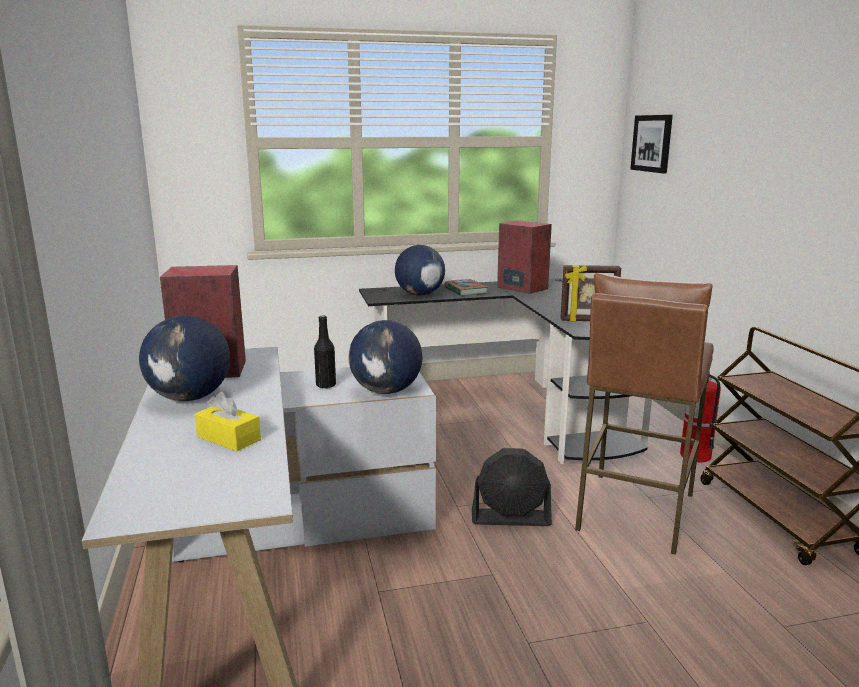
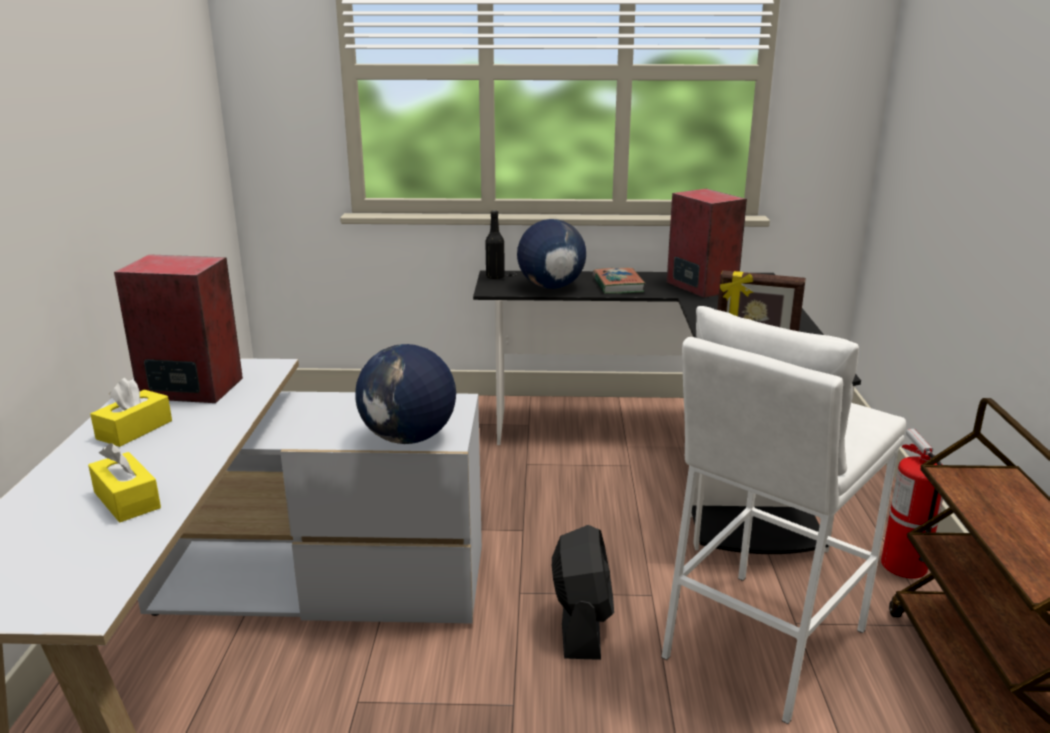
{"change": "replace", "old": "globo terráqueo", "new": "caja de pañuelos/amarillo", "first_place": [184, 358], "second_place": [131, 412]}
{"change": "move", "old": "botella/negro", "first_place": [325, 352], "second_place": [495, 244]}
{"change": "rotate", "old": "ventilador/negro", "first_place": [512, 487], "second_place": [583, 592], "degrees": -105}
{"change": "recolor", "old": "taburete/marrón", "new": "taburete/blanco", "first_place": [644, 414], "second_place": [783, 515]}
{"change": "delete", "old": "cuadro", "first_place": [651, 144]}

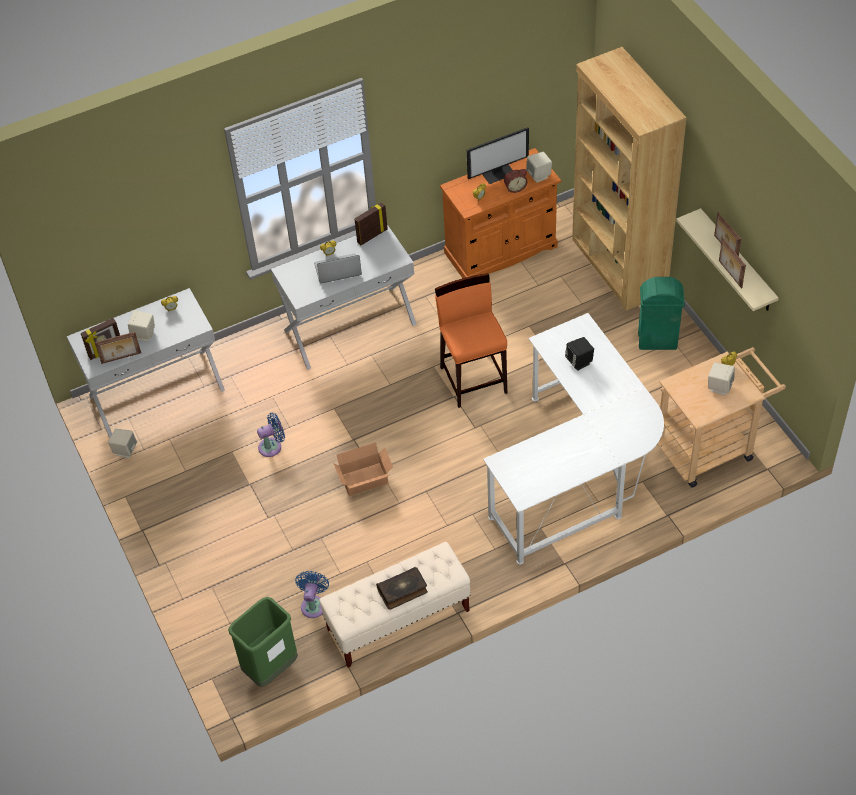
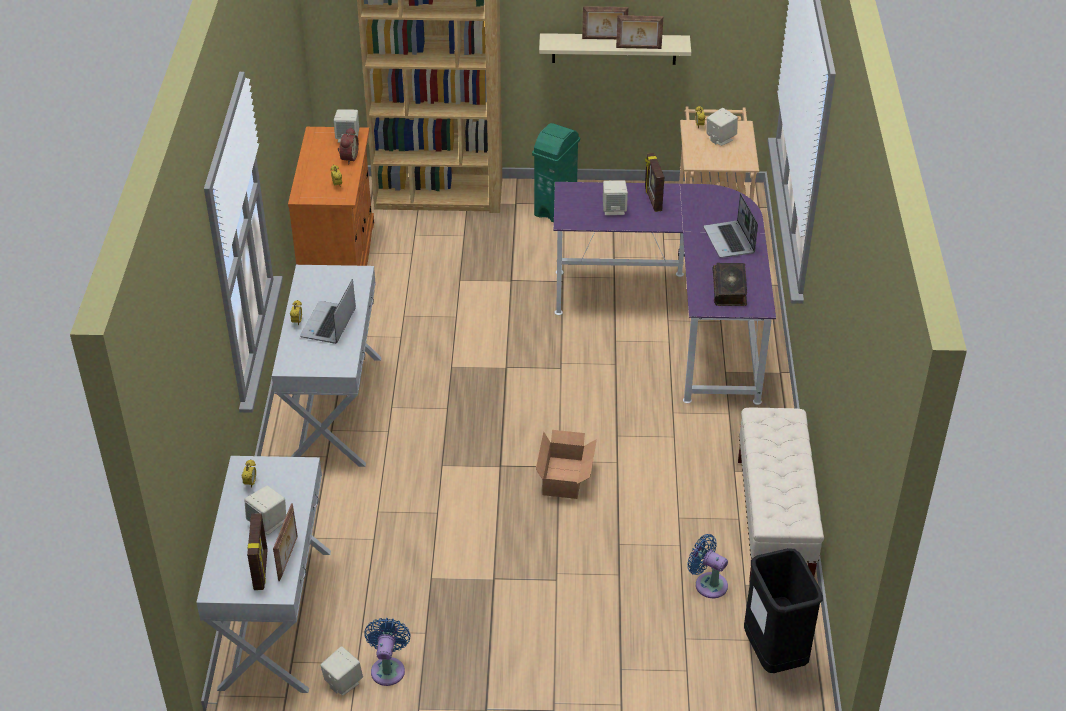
{"change": "recolor", "old": "papelera/verde", "new": "papelera/negro", "first_place": [263, 642], "second_place": [783, 610]}
{"change": "move", "old": "ventilador/azul", "first_place": [271, 435], "second_place": [387, 652]}
{"change": "move", "old": "portarretratos", "first_place": [371, 223], "second_place": [654, 182]}
{"change": "move", "old": "libro", "first_place": [402, 588], "second_place": [729, 284]}
{"change": "delete", "old": "taburete/naranja", "first_place": [471, 340]}
{"change": "delete", "old": "monitor", "first_place": [498, 155]}
{"change": "recolor", "old": "escritorio/blanco", "new": "escritorio/morado", "first_place": [573, 439], "second_place": [664, 293]}
{"change": "recolor", "old": "altavoz/negro", "new": "altavoz/beis", "first_place": [579, 354], "second_place": [615, 197]}
{"change": "insert", "new": "portátil", "second_place": [731, 225]}

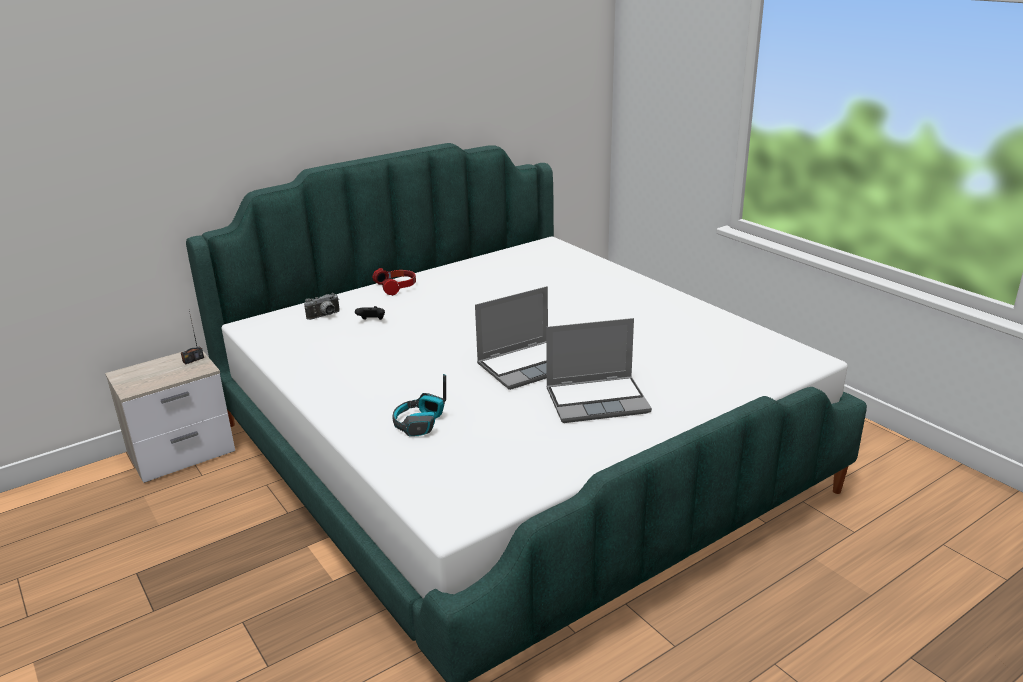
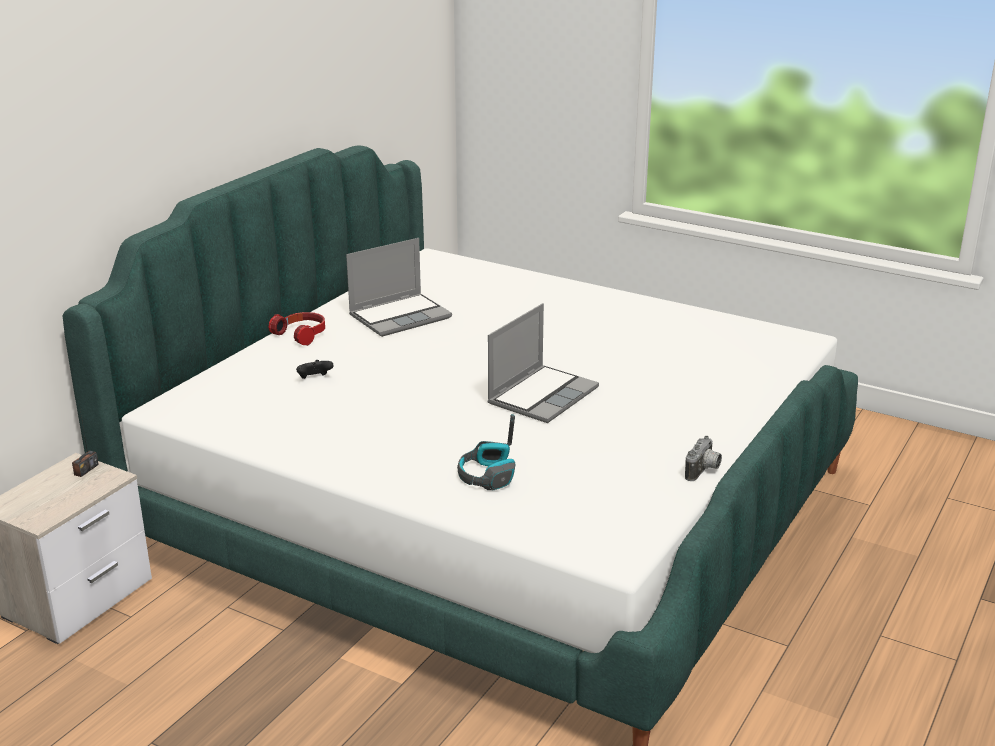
{"change": "move", "old": "cámara", "first_place": [322, 306], "second_place": [703, 458]}
{"change": "move", "old": "portátil", "first_place": [599, 370], "second_place": [399, 287]}

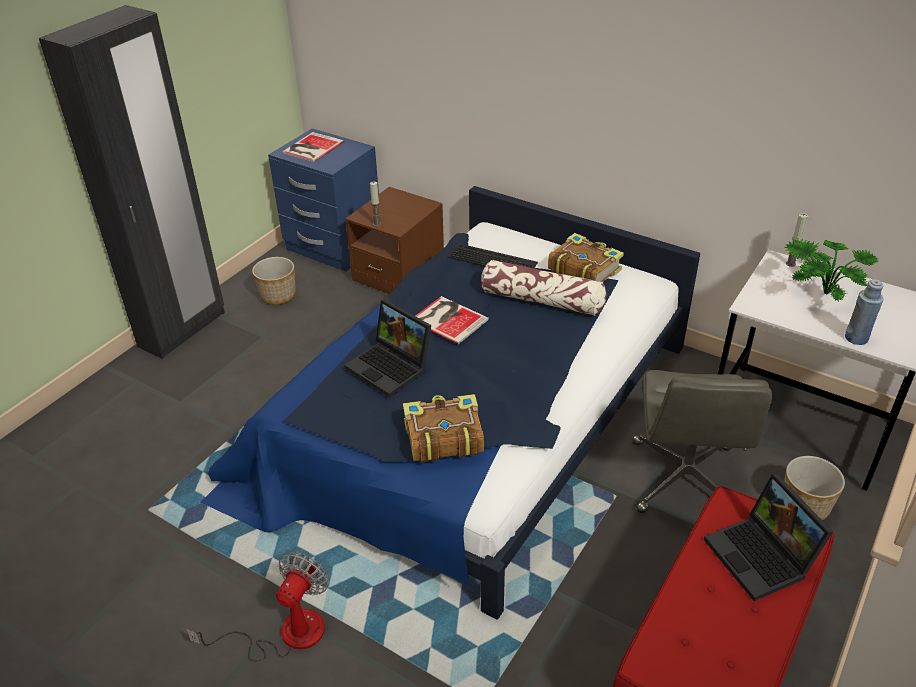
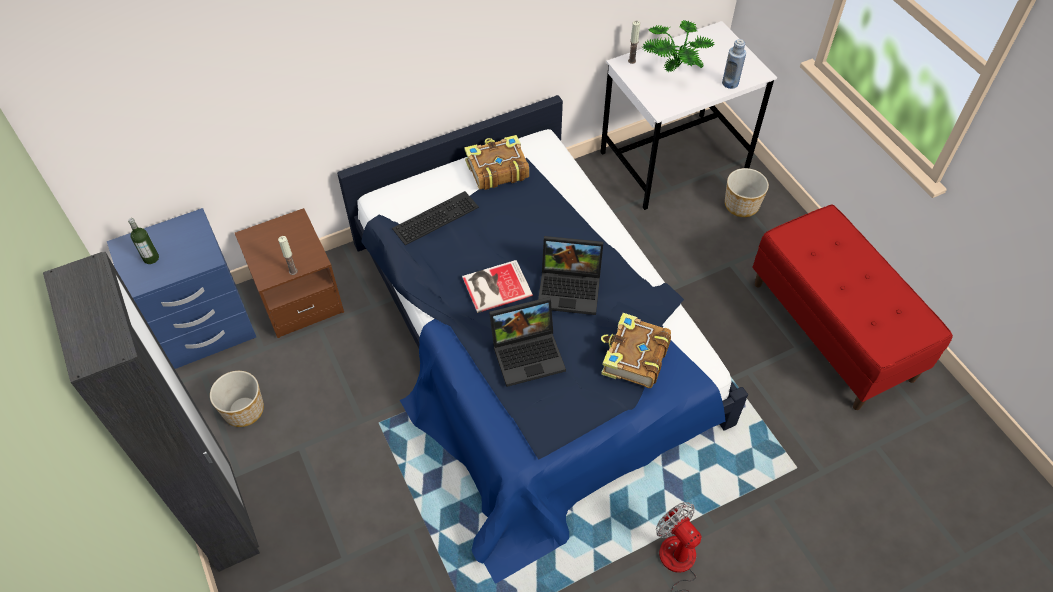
{"change": "replace", "old": "libro", "new": "botella", "first_place": [313, 147], "second_place": [143, 241]}
{"change": "delete", "old": "cojín", "first_place": [544, 288]}
{"change": "delete", "old": "silla de oficina/gris", "first_place": [702, 441]}
{"change": "move", "old": "portátil", "first_place": [768, 537], "second_place": [571, 275]}

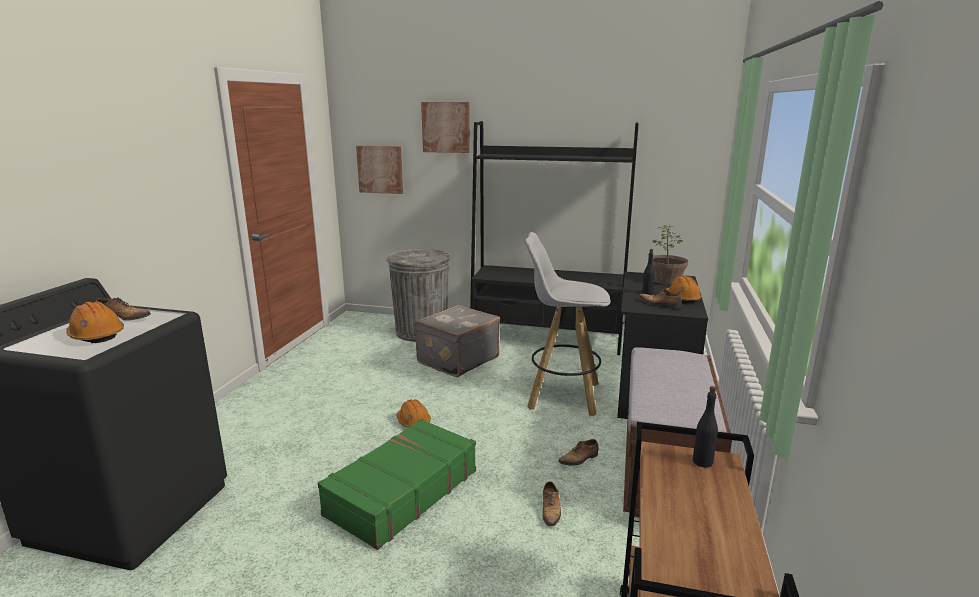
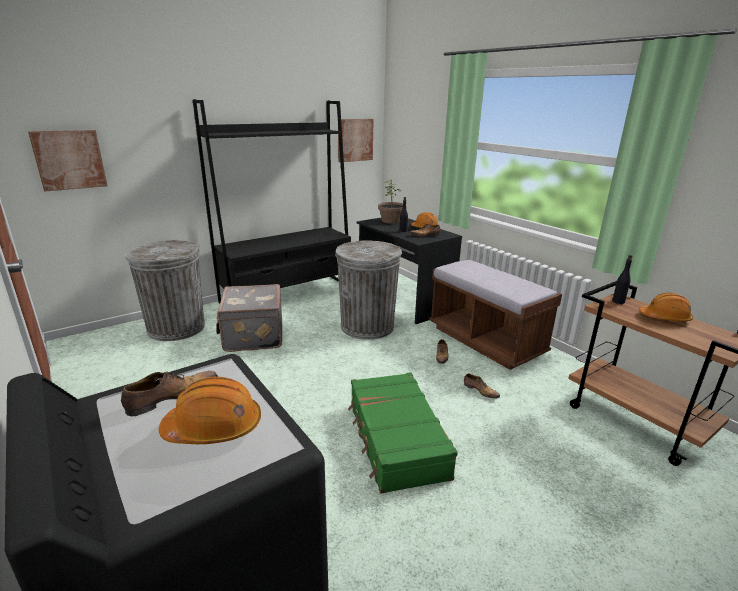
{"change": "move", "old": "casco/naranja", "first_place": [413, 413], "second_place": [666, 307]}
{"change": "move", "old": "cuadro", "first_place": [445, 127], "second_place": [356, 140]}
{"change": "replace", "old": "taburete/blanco", "new": "papelera/gris", "first_place": [567, 324], "second_place": [368, 290]}

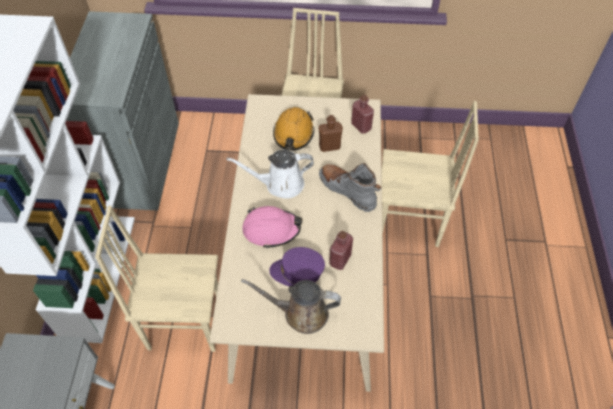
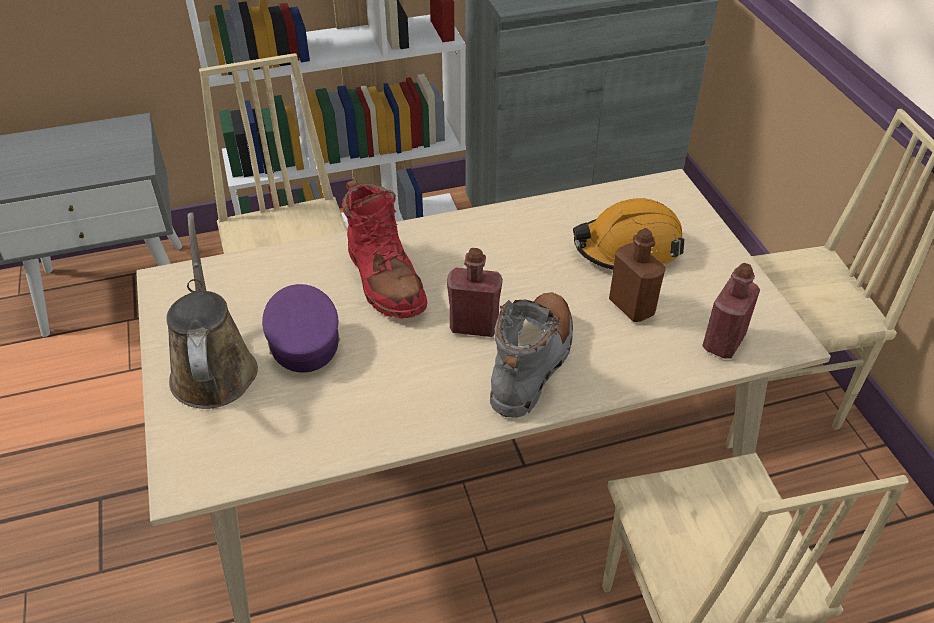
{"change": "delete", "old": "regadera/blanco", "first_place": [270, 174]}
{"change": "replace", "old": "casco/rosa", "new": "bota/rojo", "first_place": [272, 227], "second_place": [385, 249]}
{"change": "move", "old": "botella/rojo", "first_place": [341, 250], "second_place": [475, 292]}

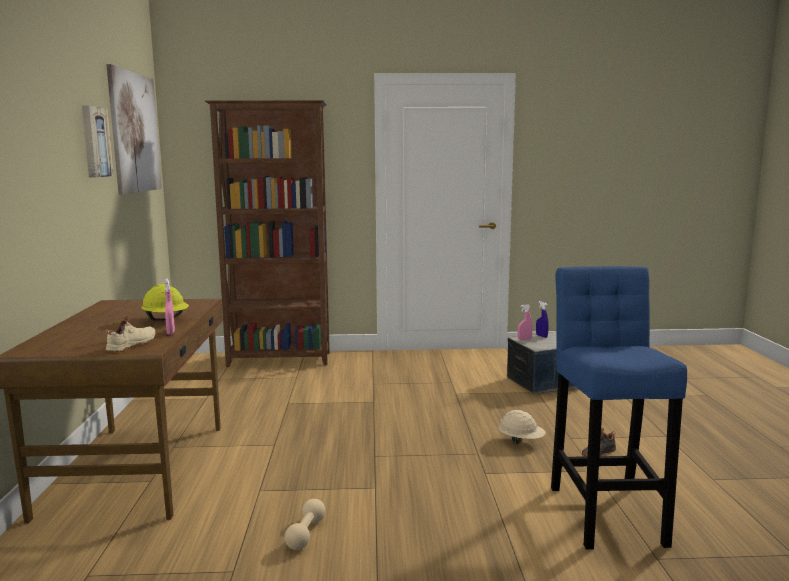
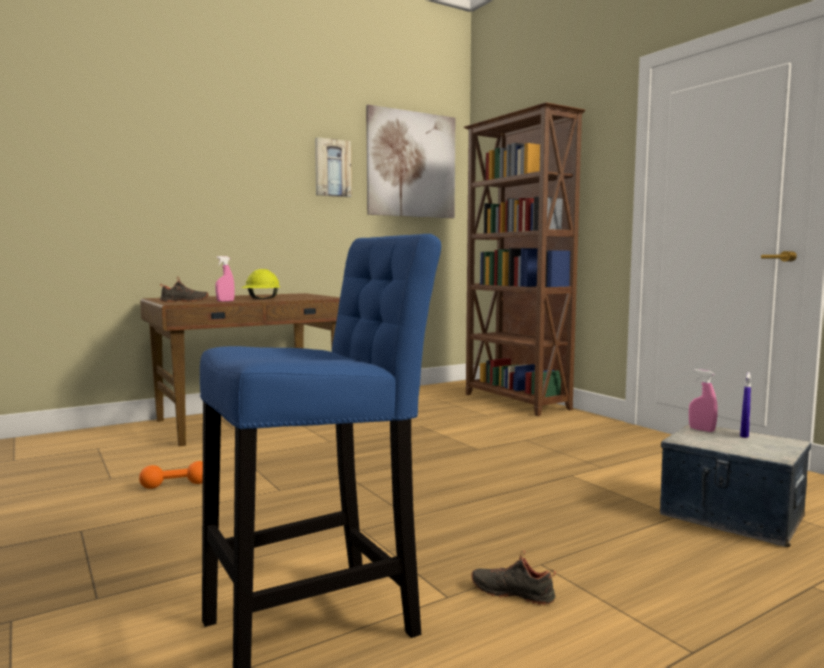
{"change": "recolor", "old": "zapato/beis", "new": "zapato/negro", "first_place": [130, 333], "second_place": [184, 290]}
{"change": "recolor", "old": "mancuerna/beis", "new": "mancuerna/naranja", "first_place": [305, 524], "second_place": [171, 475]}
{"change": "delete", "old": "casco/beis", "first_place": [522, 427]}

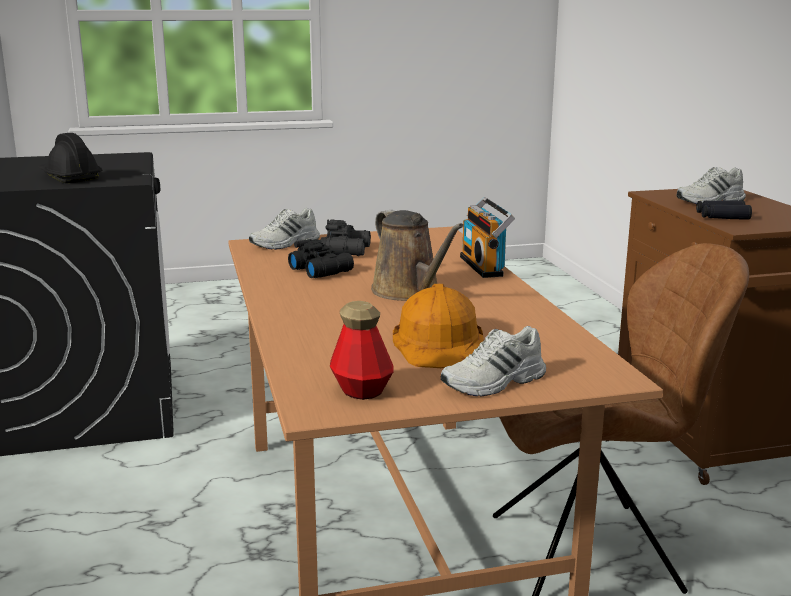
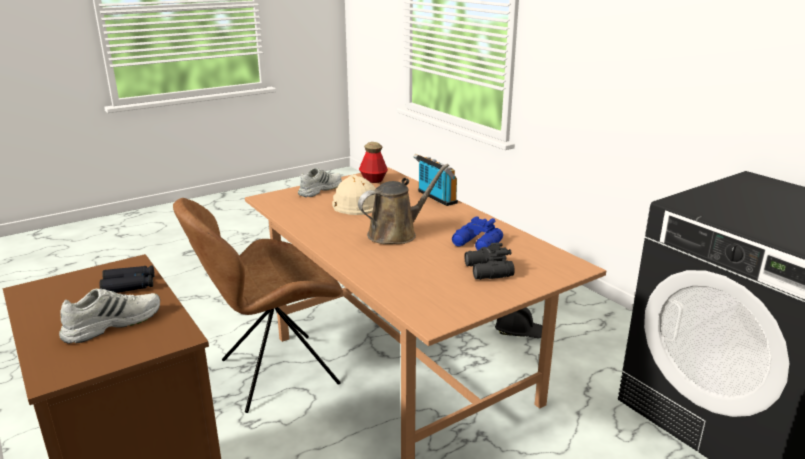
{"change": "move", "old": "casco/negro", "first_place": [70, 158], "second_place": [519, 322]}
{"change": "delete", "old": "zapato/blanco", "first_place": [284, 229]}
{"change": "recolor", "old": "prismáticos/negro", "new": "prismáticos/azul", "first_place": [321, 258], "second_place": [477, 233]}
{"change": "rotate", "old": "regadera/marrón", "first_place": [417, 255], "second_place": [403, 204], "degrees": 105}
{"change": "recolor", "old": "casco/naranja", "new": "casco/beis", "first_place": [438, 326], "second_place": [354, 195]}
{"change": "move", "old": "radio", "first_place": [487, 237], "second_place": [435, 180]}

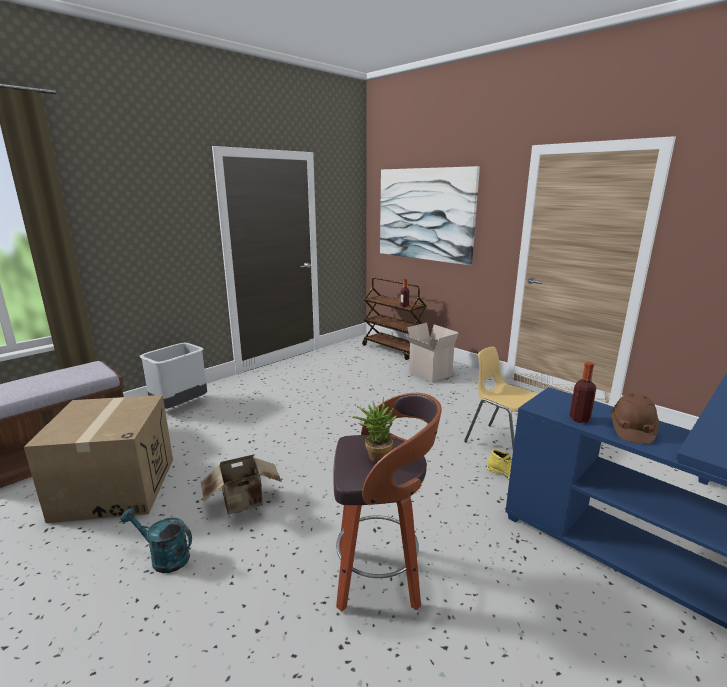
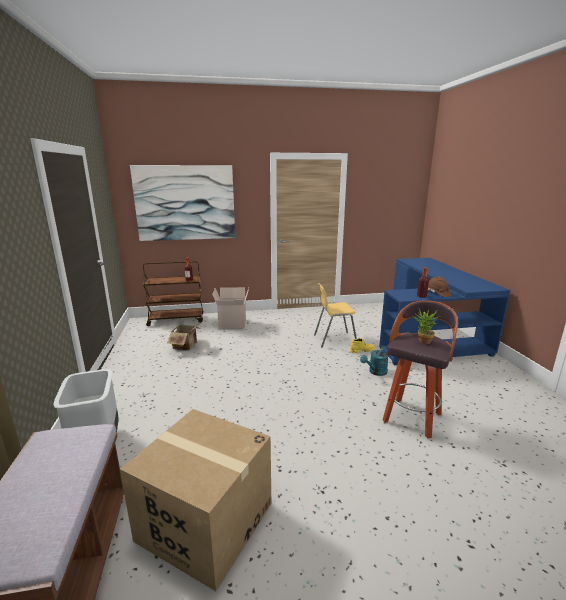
{"change": "move", "old": "regadera/turquesa", "first_place": [156, 540], "second_place": [374, 361]}
{"change": "move", "old": "caja de cartón", "first_place": [241, 484], "second_place": [184, 335]}

